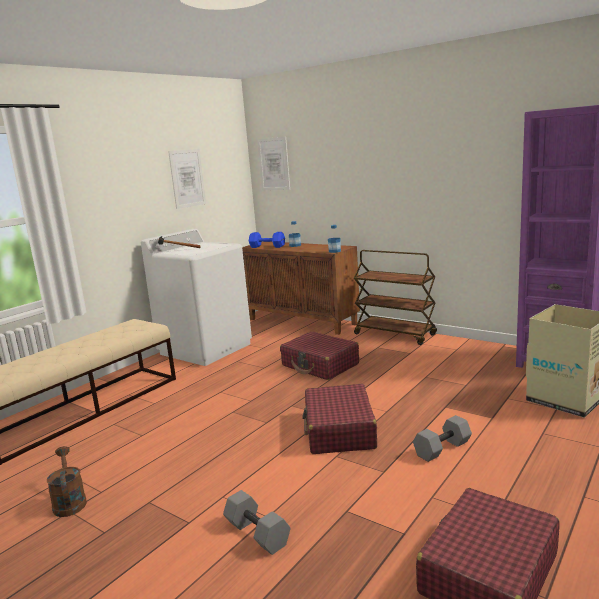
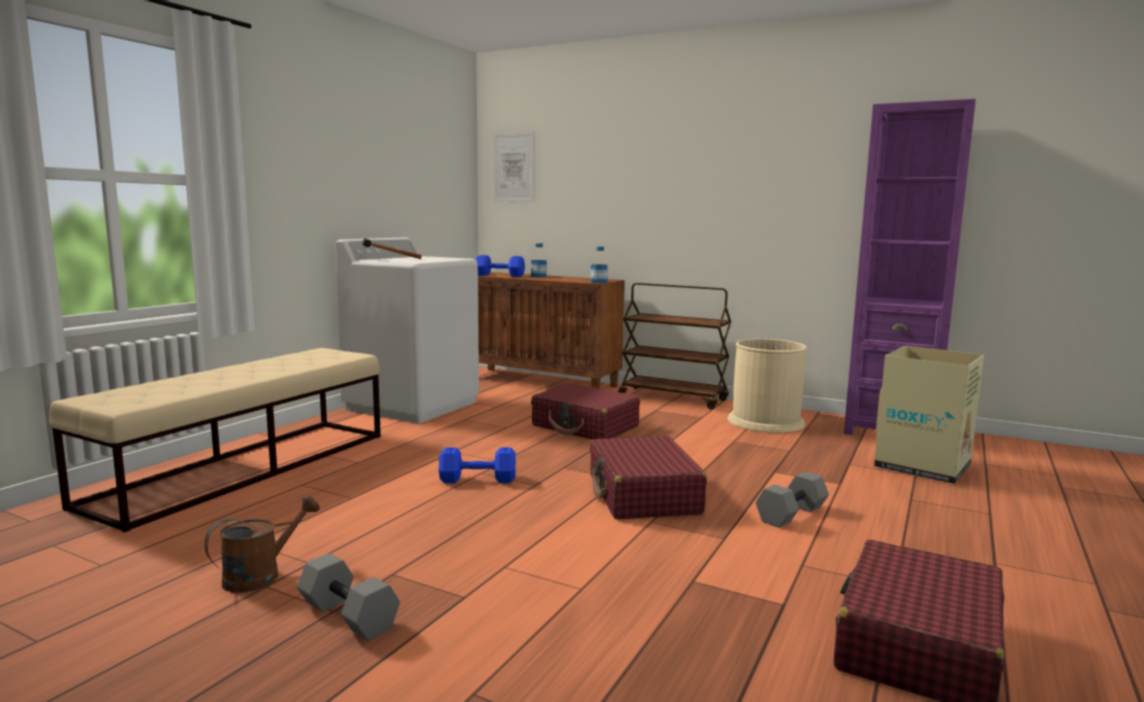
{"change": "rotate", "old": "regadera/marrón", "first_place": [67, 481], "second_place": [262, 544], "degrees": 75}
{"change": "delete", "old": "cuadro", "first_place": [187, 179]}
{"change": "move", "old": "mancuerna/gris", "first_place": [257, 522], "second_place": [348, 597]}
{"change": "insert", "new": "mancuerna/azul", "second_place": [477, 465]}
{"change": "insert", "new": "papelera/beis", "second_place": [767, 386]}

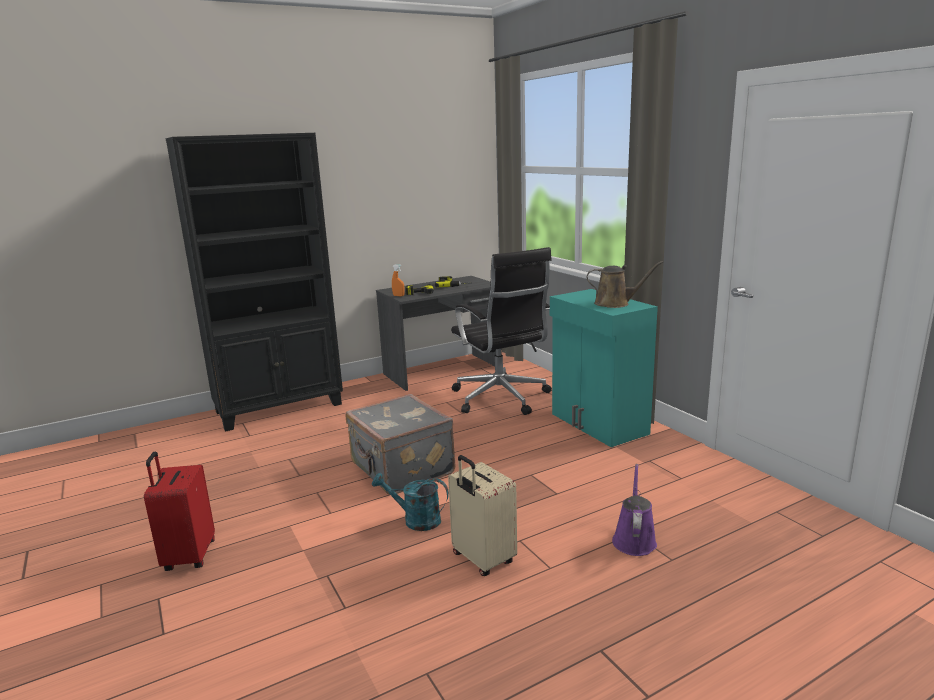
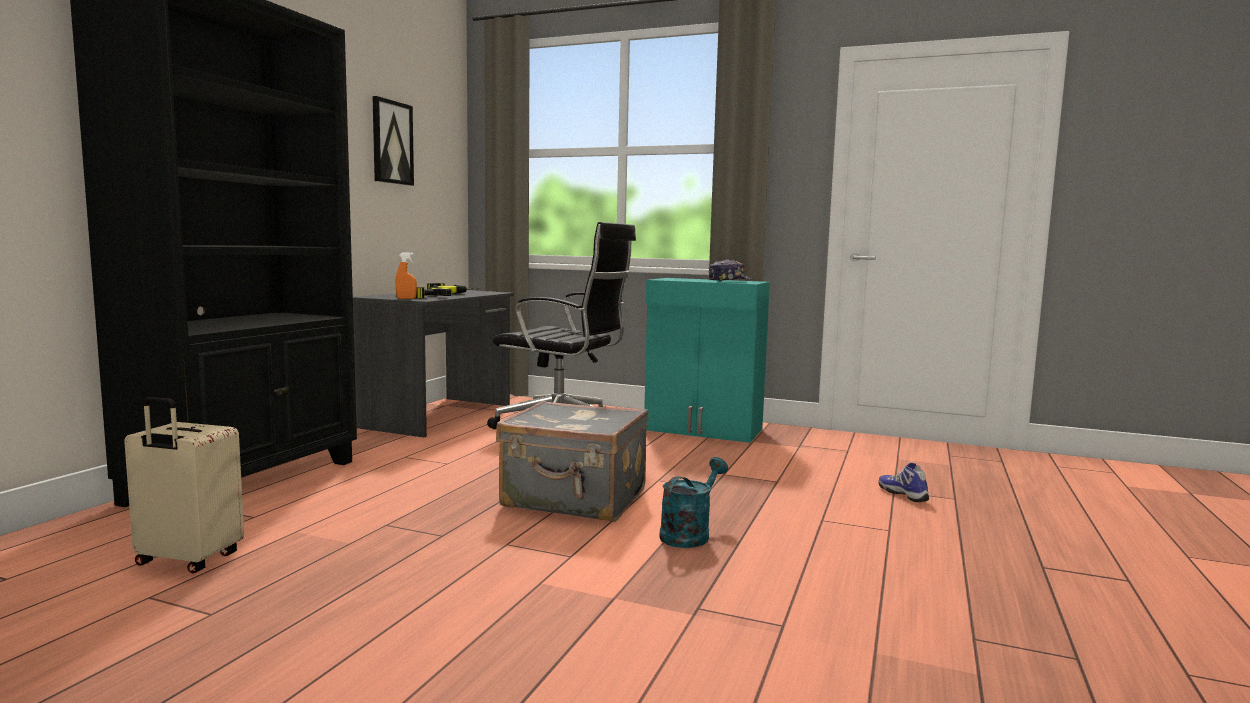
{"change": "delete", "old": "maleta/rojo", "first_place": [179, 511]}
{"change": "rotate", "old": "regadera/turquesa", "first_place": [410, 502], "second_place": [693, 502], "degrees": 150}
{"change": "move", "old": "maleta/beis", "first_place": [482, 515], "second_place": [184, 485]}
{"change": "replace", "old": "regadera/marrón", "new": "gorra", "first_place": [625, 284], "second_place": [730, 270]}
{"change": "replace", "old": "regadera/morado", "new": "zapato", "first_place": [634, 510], "second_place": [904, 482]}
{"change": "insert", "new": "cuadro", "second_place": [393, 141]}

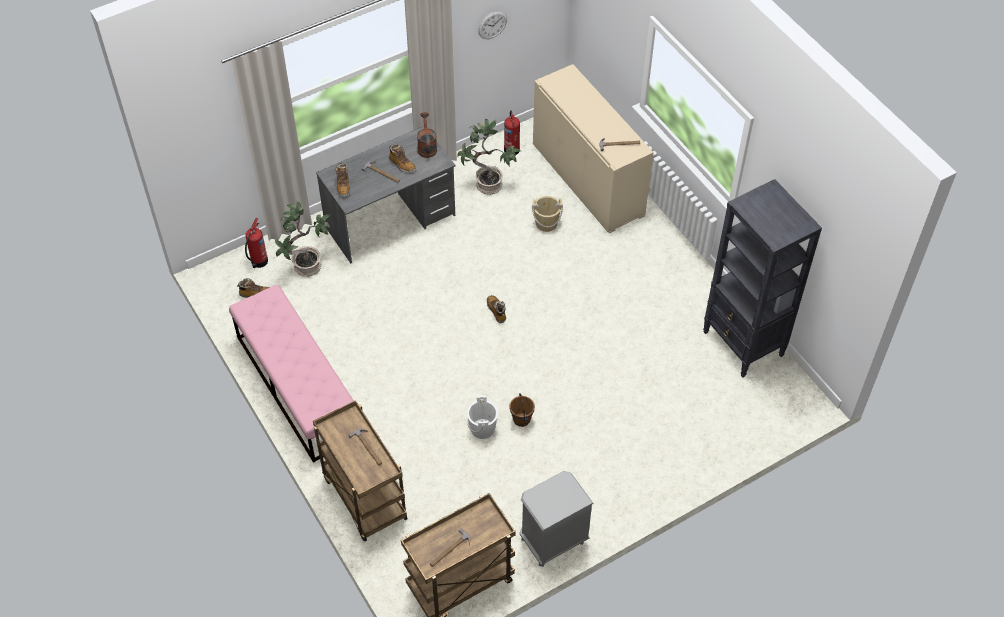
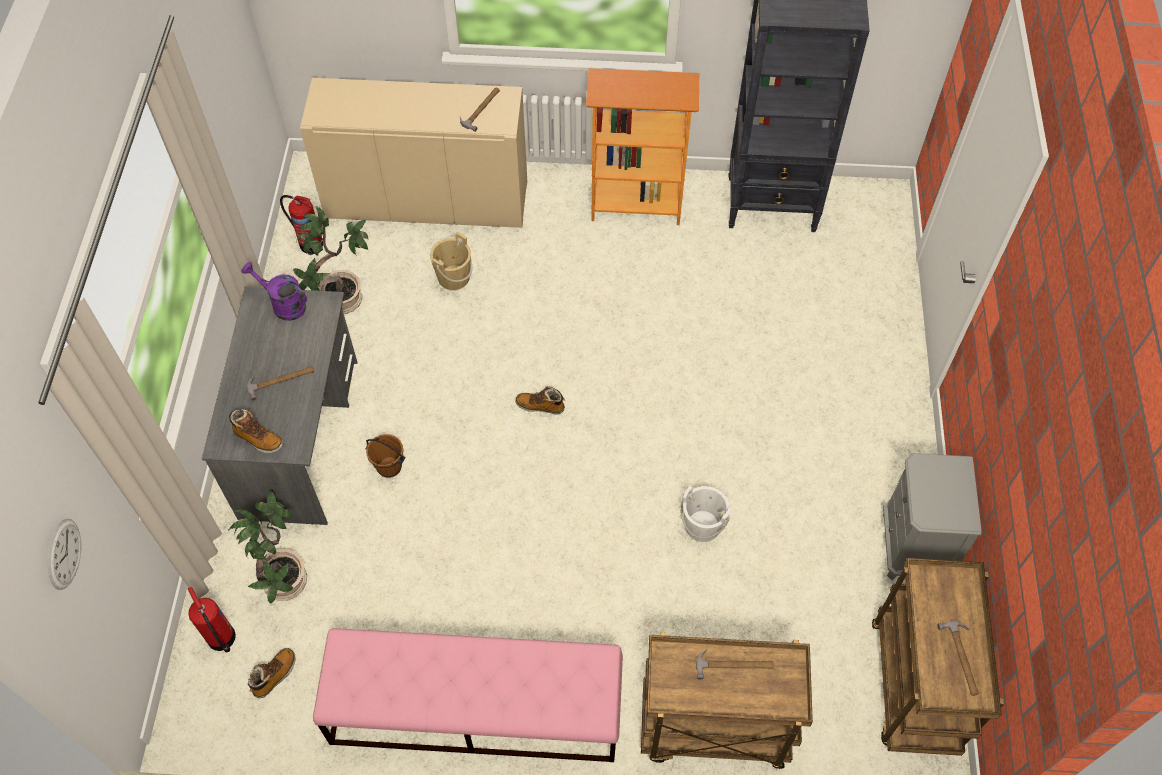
{"change": "delete", "old": "bota", "first_place": [402, 158]}
{"change": "recolor", "old": "regadera/marrón", "new": "regadera/morado", "first_place": [427, 135], "second_place": [274, 291]}
{"change": "move", "old": "reloj de pared", "first_place": [492, 25], "second_place": [64, 554]}
{"change": "move", "old": "cubo/marrón", "first_place": [522, 410], "second_place": [385, 456]}
{"change": "insert", "new": "estantería", "second_place": [642, 146]}

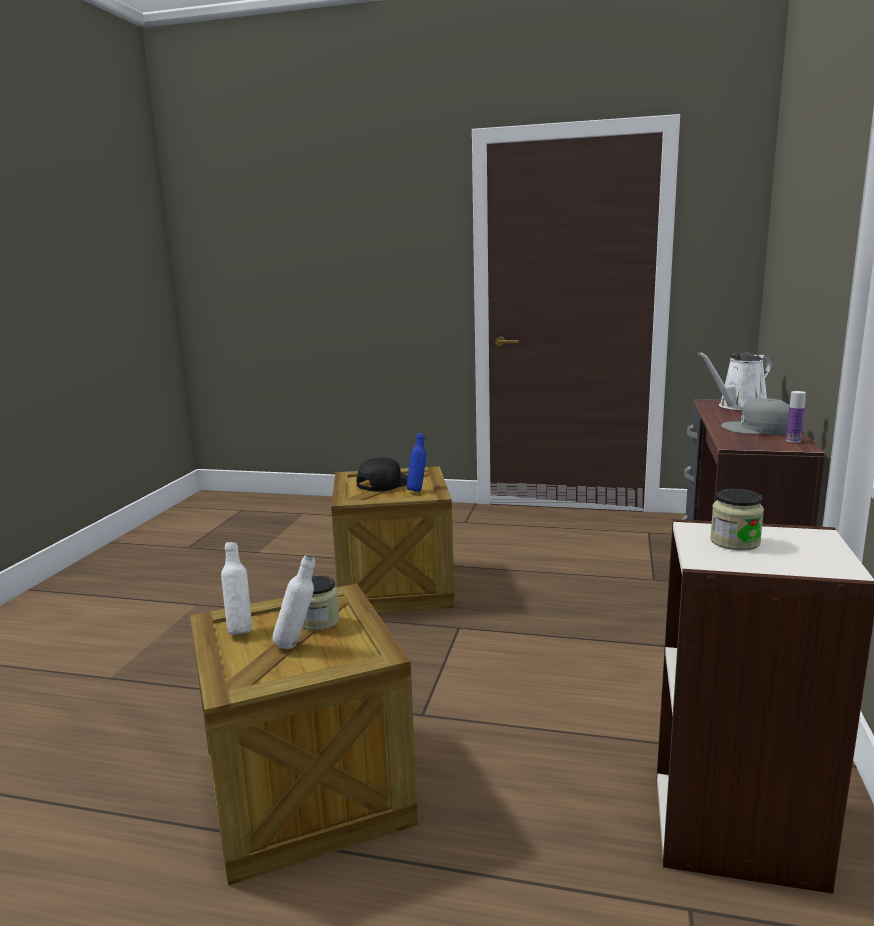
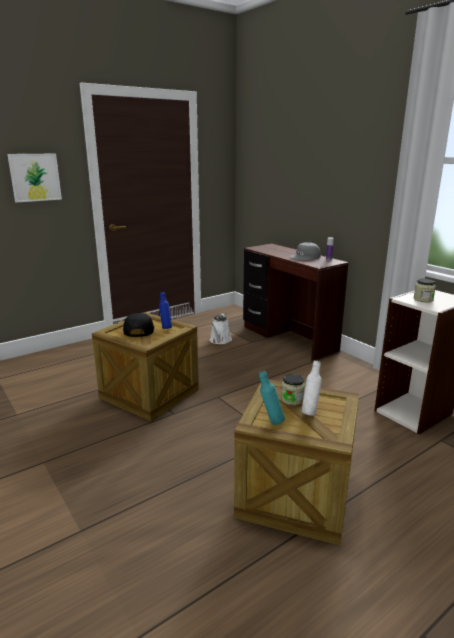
{"change": "recolor", "old": "botella/blanco", "new": "botella/turquesa", "first_place": [236, 588], "second_place": [272, 398]}
{"change": "move", "old": "regadera/blanco", "first_place": [735, 381], "second_place": [221, 328]}
{"change": "insert", "new": "cuadro", "second_place": [34, 178]}

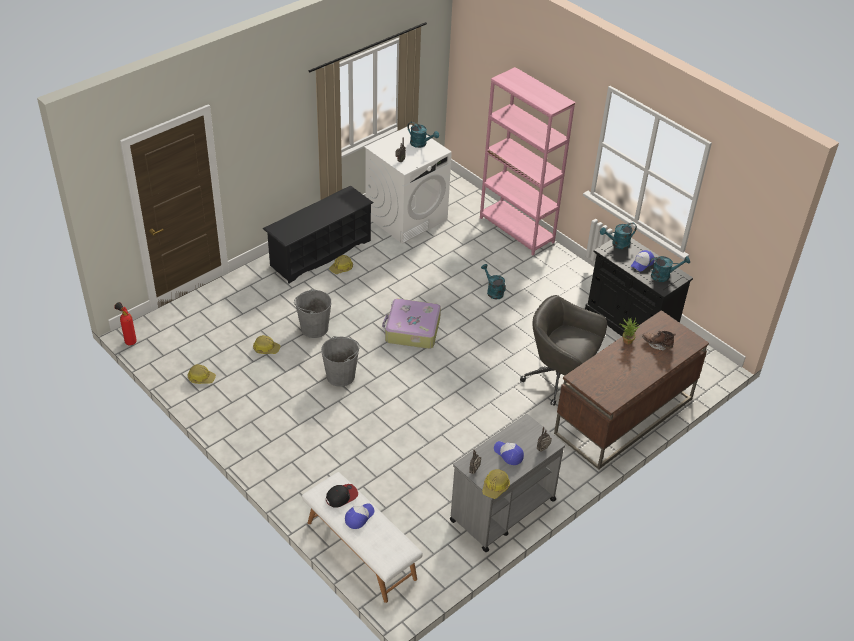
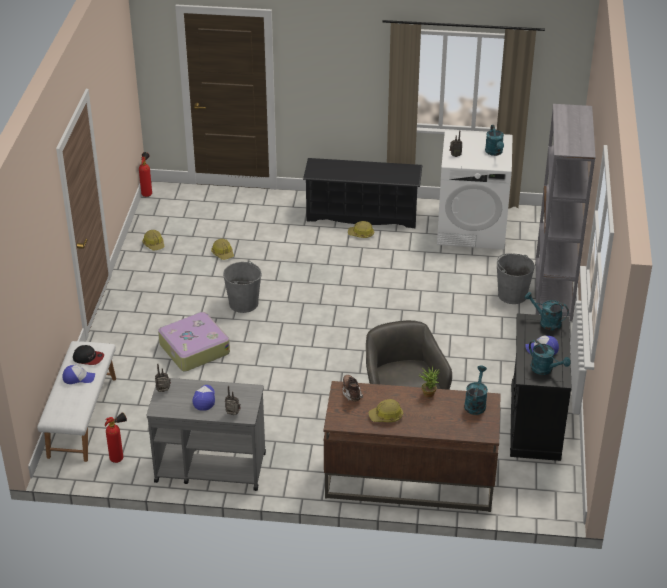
{"change": "move", "old": "cubo/gris", "first_place": [312, 313], "second_place": [516, 278]}
{"change": "move", "old": "maleta", "first_place": [411, 324], "second_place": [194, 341]}
{"change": "recolor", "old": "estantería/rosa", "new": "estantería/gris", "first_place": [528, 161], "second_place": [565, 212]}
{"change": "move", "old": "regadera/turquesa", "first_place": [493, 281], "second_place": [476, 390]}
{"change": "move", "old": "casco", "first_place": [496, 484], "second_place": [385, 410]}
{"change": "move", "old": "bota/marrón", "first_place": [659, 341], "second_place": [352, 388]}
{"change": "insert", "new": "extintor", "second_place": [116, 437]}

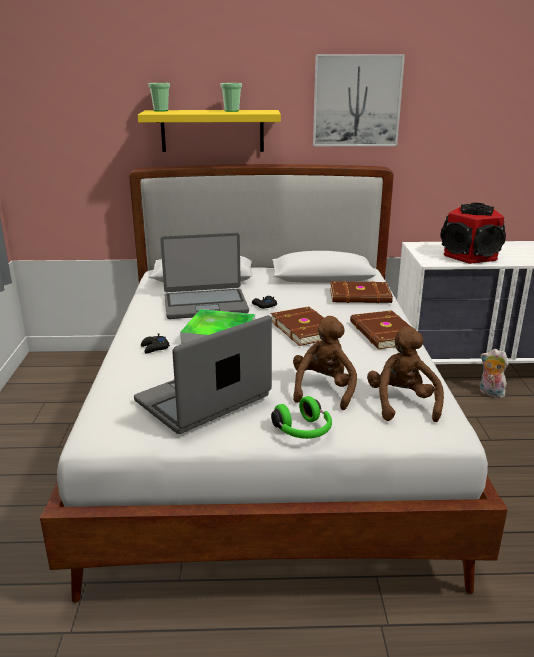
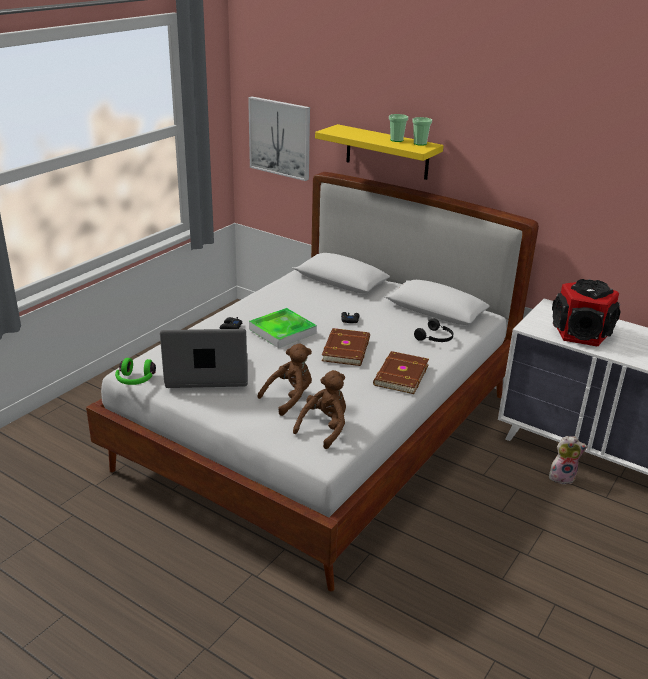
{"change": "move", "old": "taza", "first_place": [159, 97], "second_place": [422, 131]}
{"change": "delete", "old": "portátil", "first_place": [204, 276]}
{"change": "move", "old": "auriculares/verde", "first_place": [301, 417], "second_place": [135, 371]}
{"change": "move", "old": "cuadro", "first_place": [359, 100], "second_place": [279, 138]}
{"change": "replace", "old": "libro/marrón", "new": "auriculares/negro", "first_place": [361, 292], "second_place": [433, 330]}
{"change": "rotate", "old": "peluche", "first_place": [494, 373], "second_place": [568, 460], "degrees": 105}

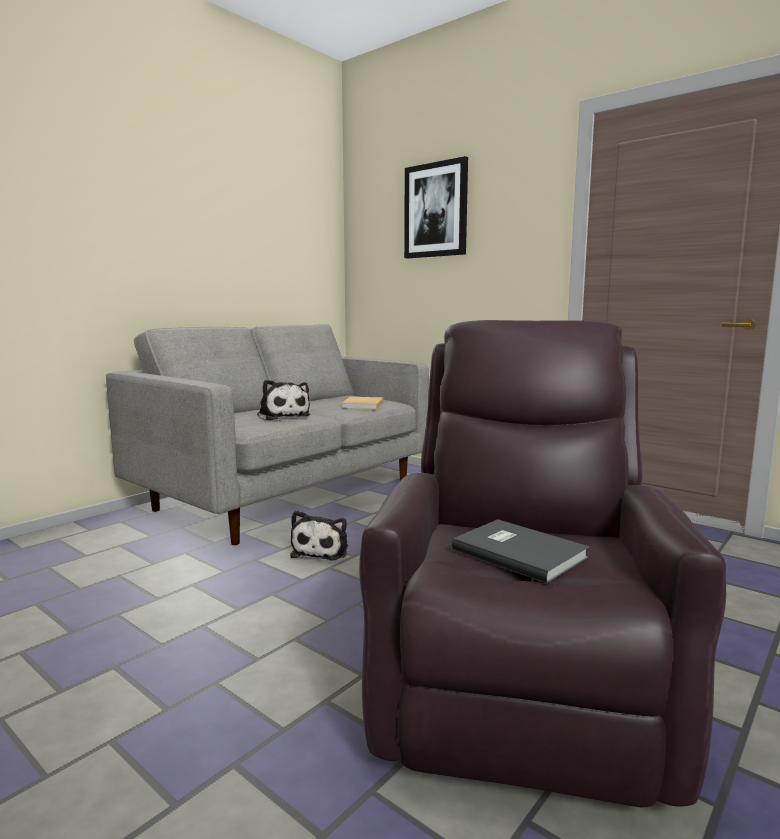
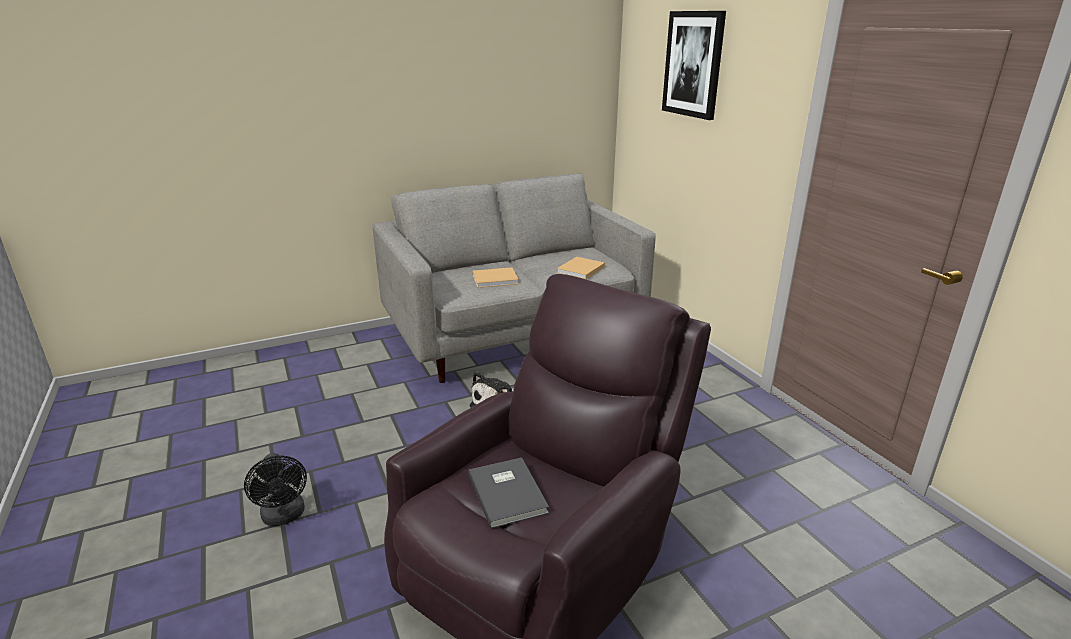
{"change": "replace", "old": "peluche", "new": "libro/beis", "first_place": [283, 400], "second_place": [495, 277]}
{"change": "insert", "new": "ventilador/negro", "second_place": [275, 489]}

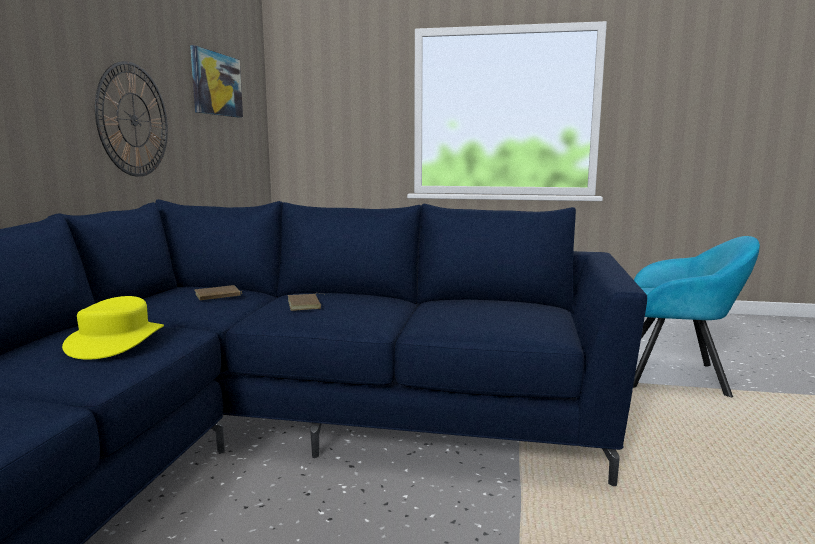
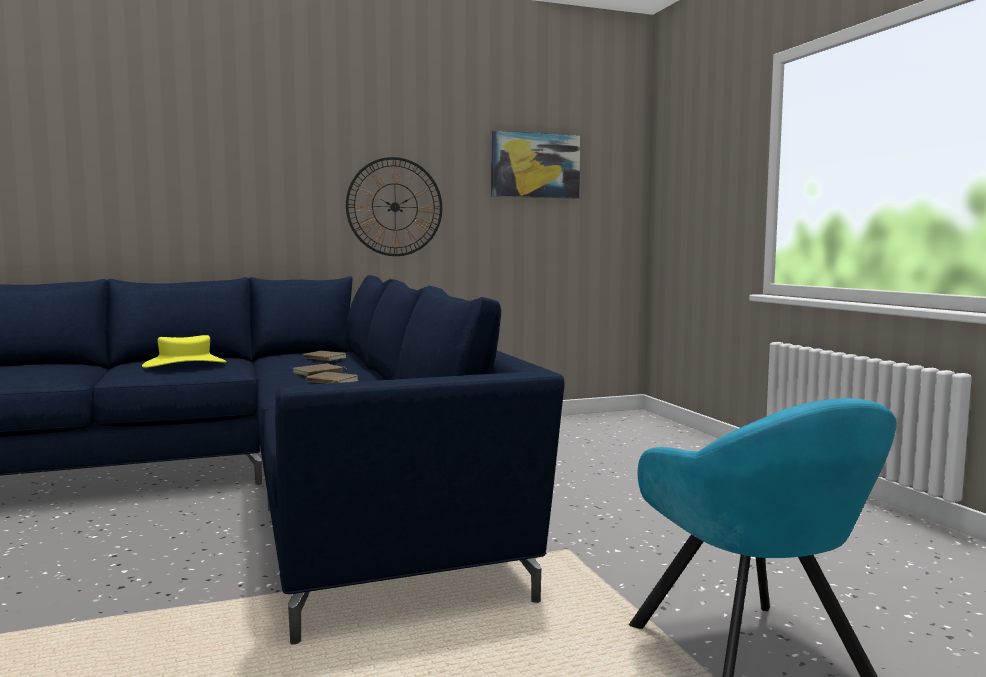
{"change": "insert", "new": "libro/marrón", "second_place": [332, 378]}

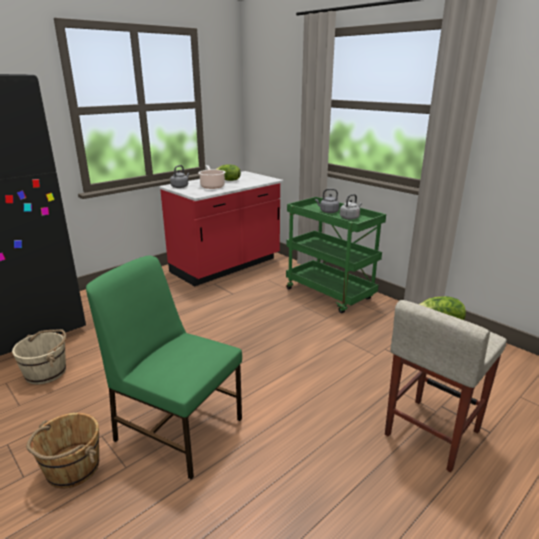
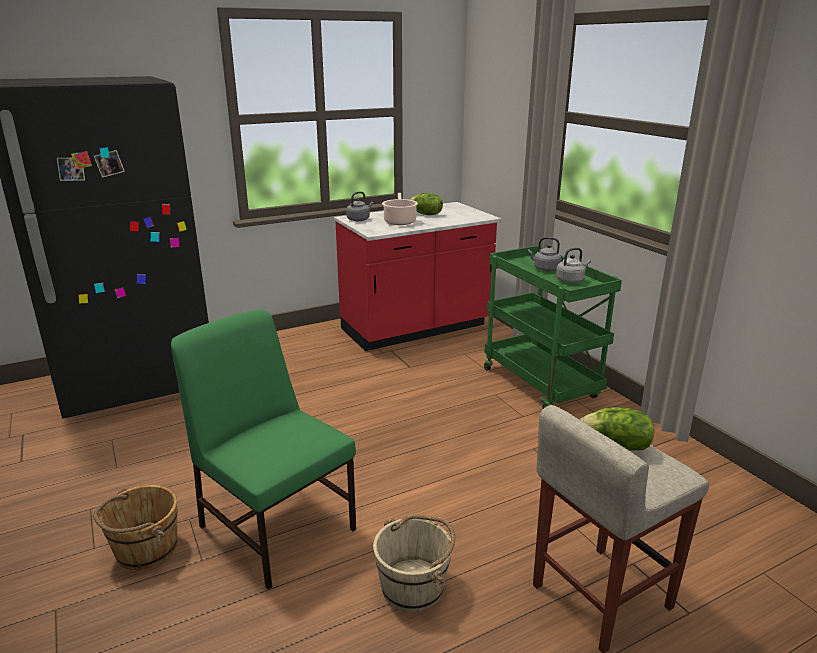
{"change": "move", "old": "cubo/beis", "first_place": [39, 356], "second_place": [414, 563]}

